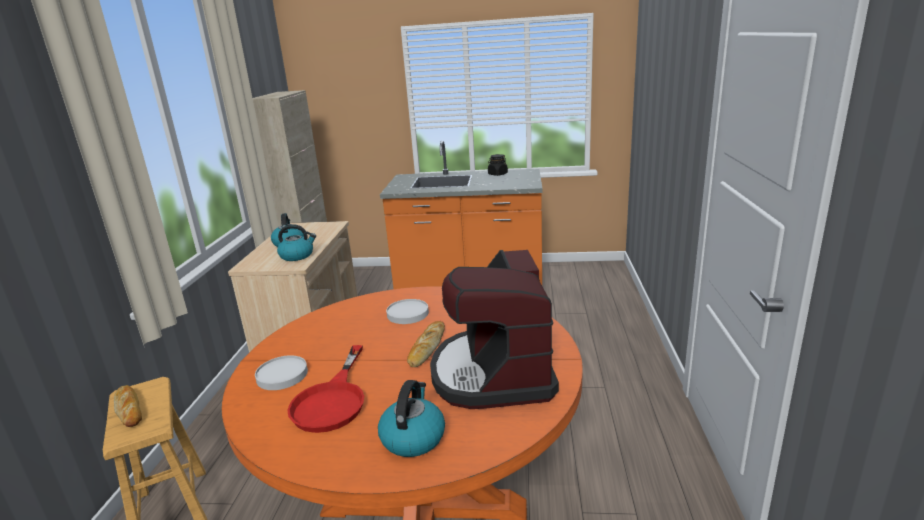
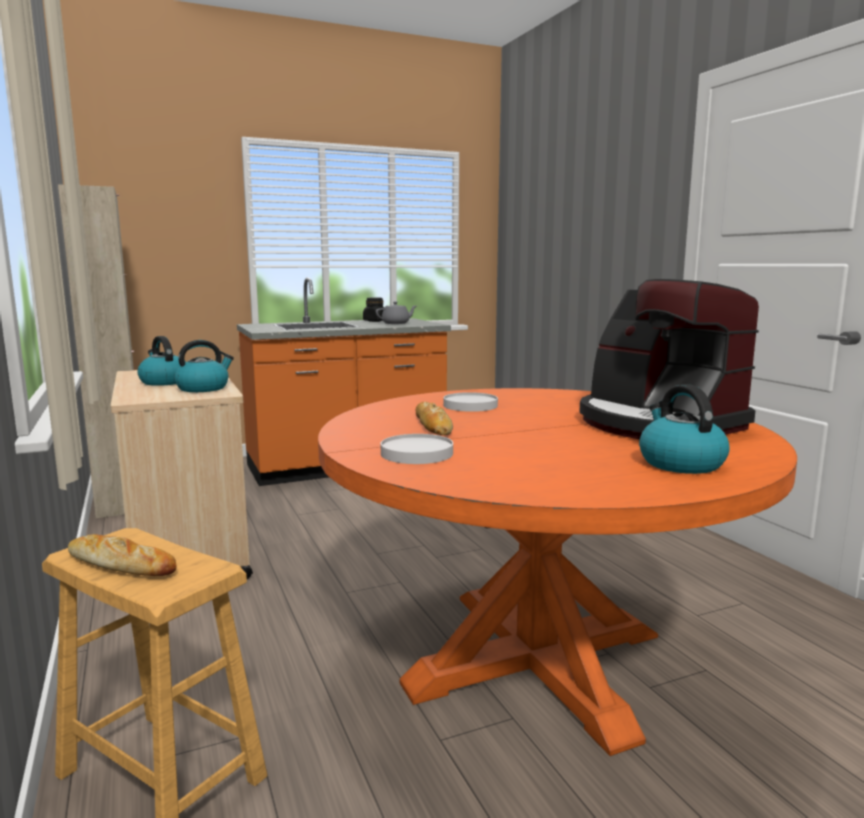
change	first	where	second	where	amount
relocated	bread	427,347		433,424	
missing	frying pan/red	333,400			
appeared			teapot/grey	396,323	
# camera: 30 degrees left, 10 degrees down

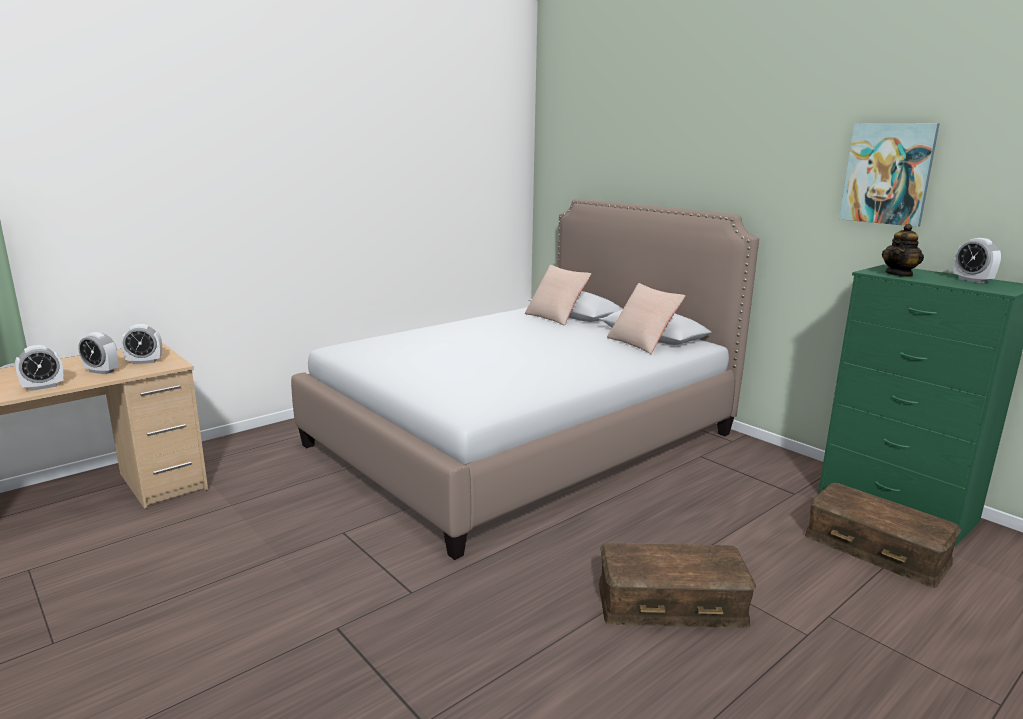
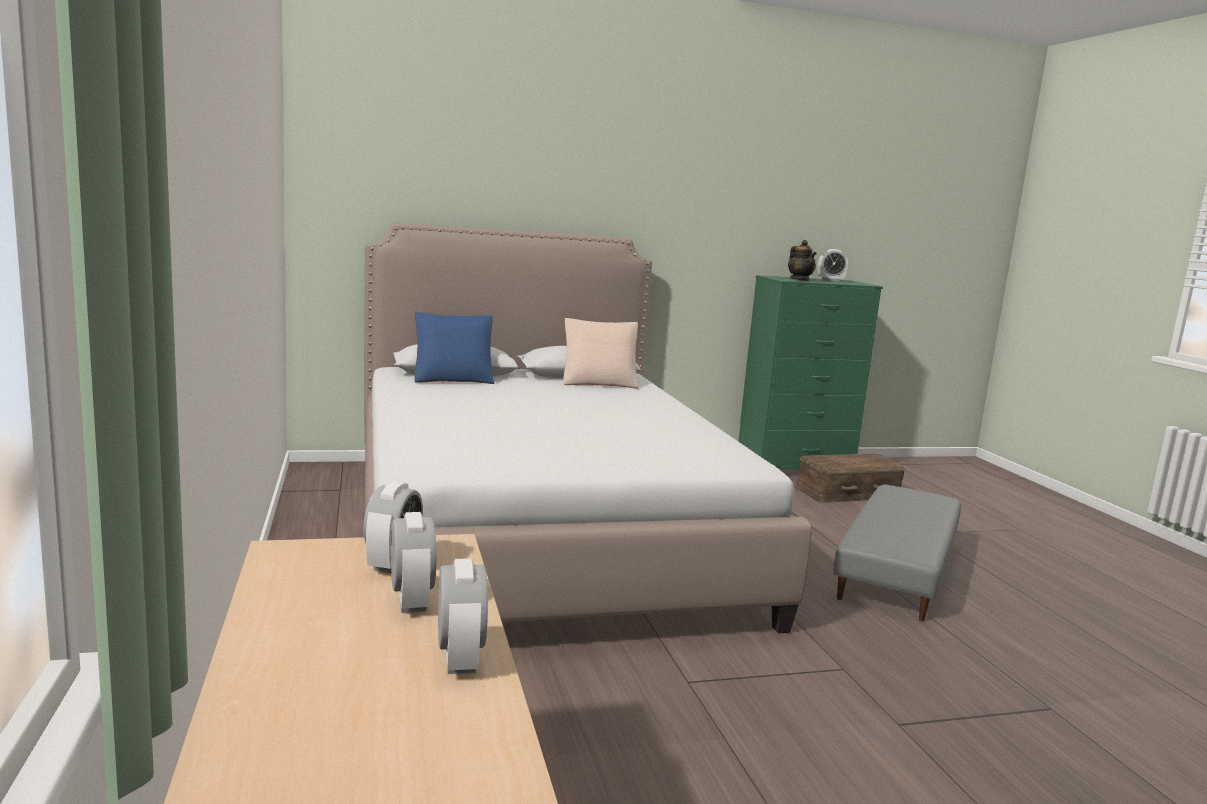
change	first	where	second	where	amount
missing	picture	887,174			
colour	pillow/beige	556,317	pillow/blue	453,378	
spun	alarm clock	101,371		411,601	60 degrees counterclockwise
exchanged	storage box/brown	671,602	ottoman/grey	895,569	
# camera: 65 degrees left, 5 degrees down

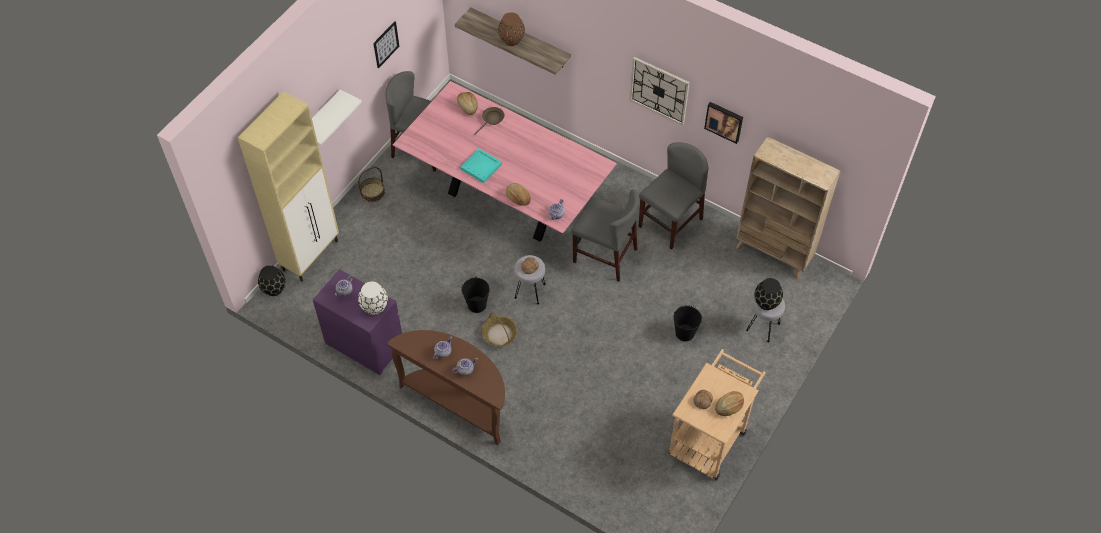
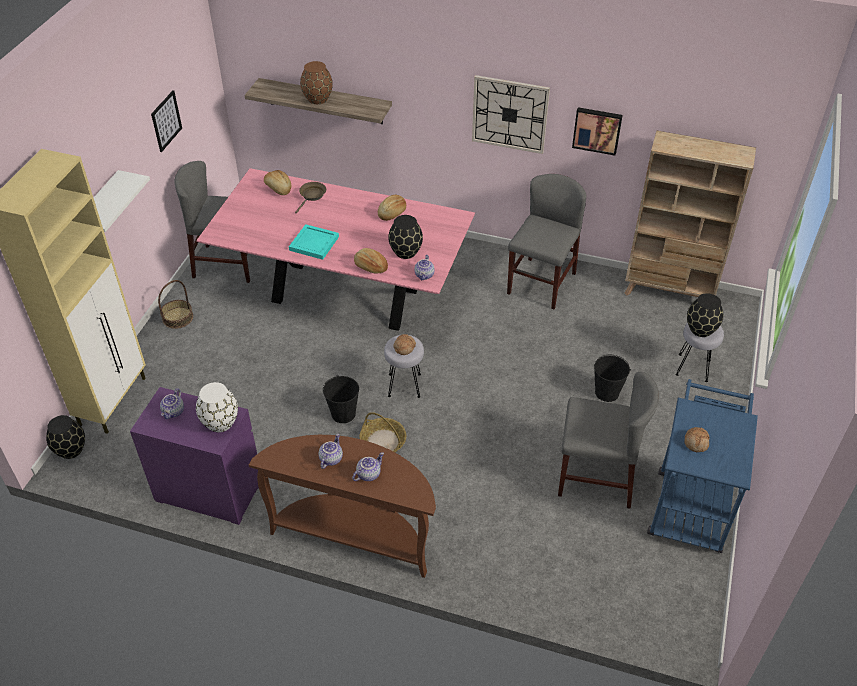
change	first	where	second	where	amount
relocated	chair/grey	605,255		596,477	
colour	cart/beige	710,436	cart/blue	689,503	
relocated	bread	729,406		392,213	
appeared			vase/black	406,252	
# camera: 15 degrees left, 10 degrees down

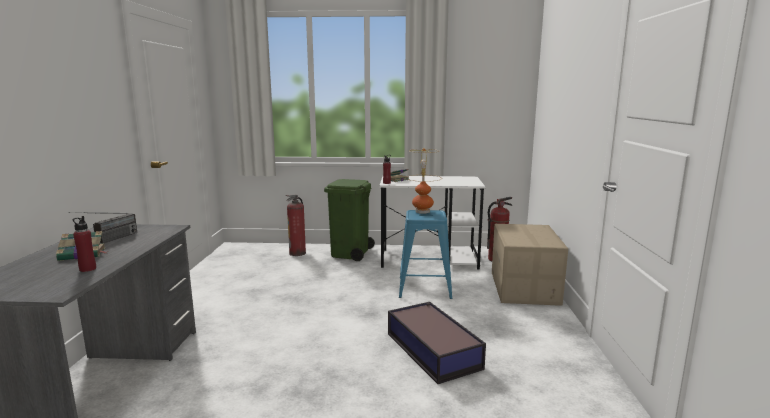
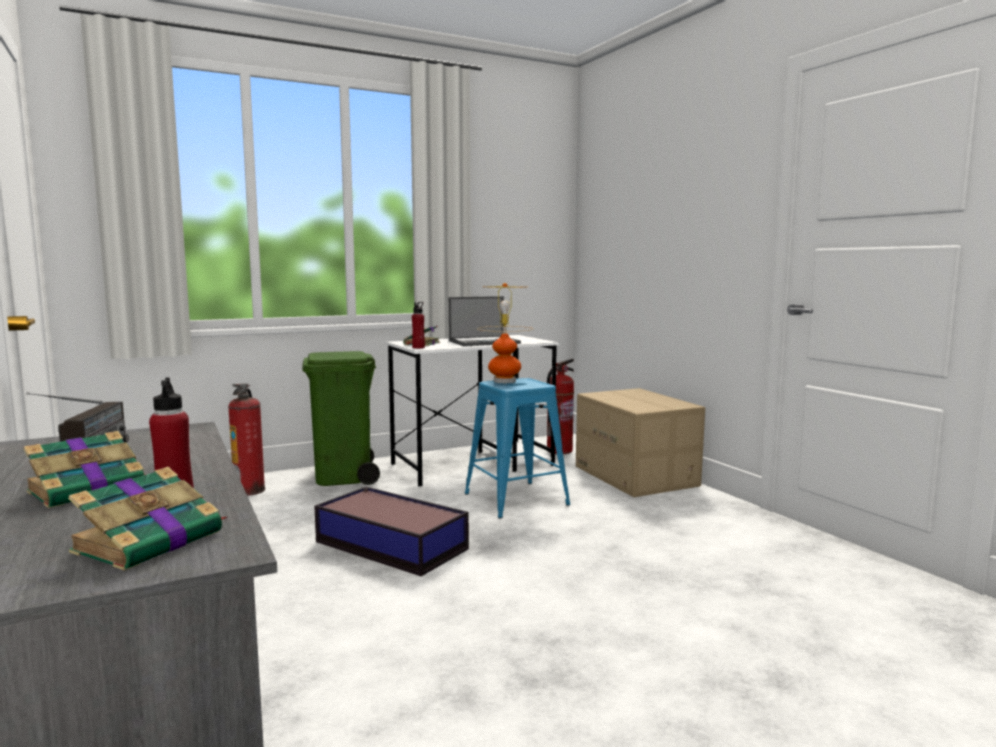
change	first	where	second	where	amount
relocated	storage box	432,350		390,544	
appeared			laptop	484,342	
appeared			book	152,541	
# camera: 30 degrees left, 5 degrees down

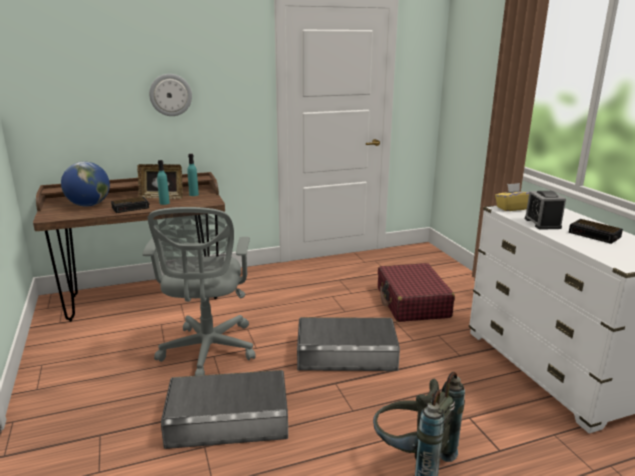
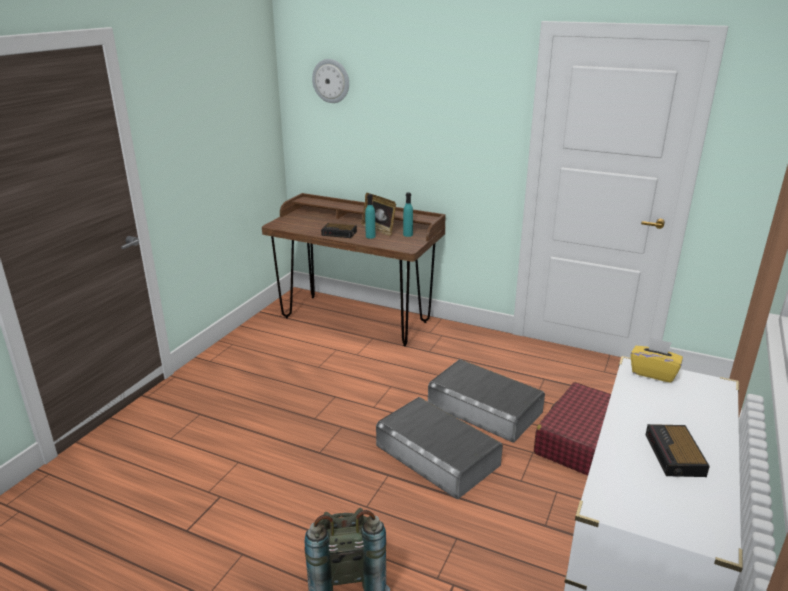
change	first	where	second	where	amount
relocated	wall clock	170,95		331,81	
missing	globe	89,205			
missing	alarm clock	542,223			
missing	office chair/grey	208,352			
relocated	storage box/grey	228,418		484,408	
# camera: 45 degrees right, 5 degrees up

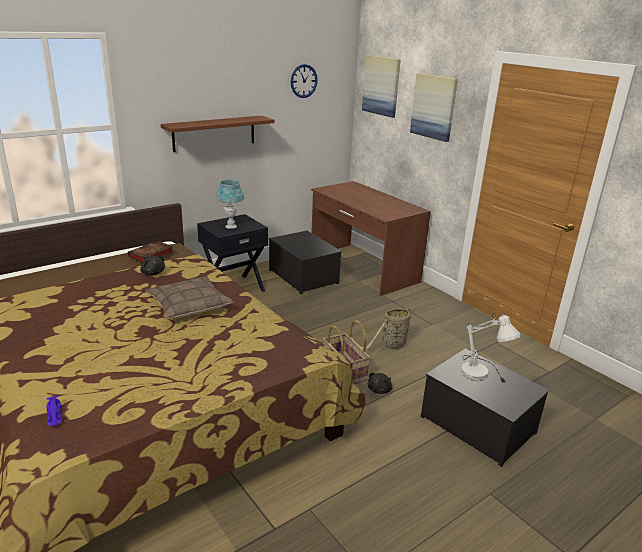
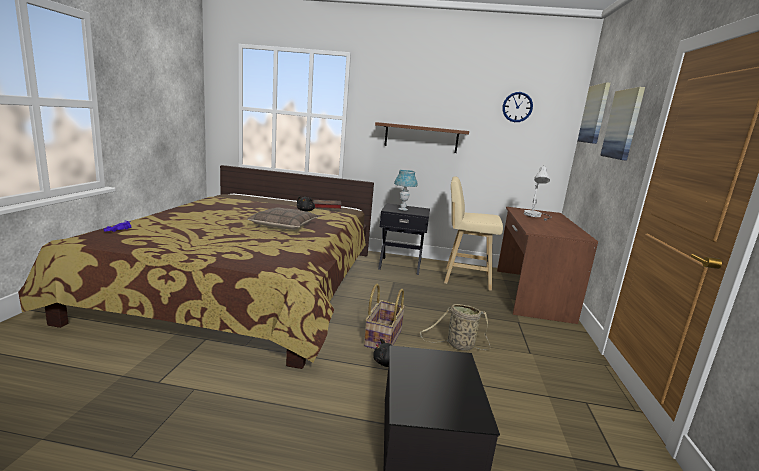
change	first	where	second	where	amount
exchanged	storage box	302,276	stool/beige	464,278	
relocated	table lamp/white	483,374		537,217	
# camera: 45 degrees right, 10 degrees down

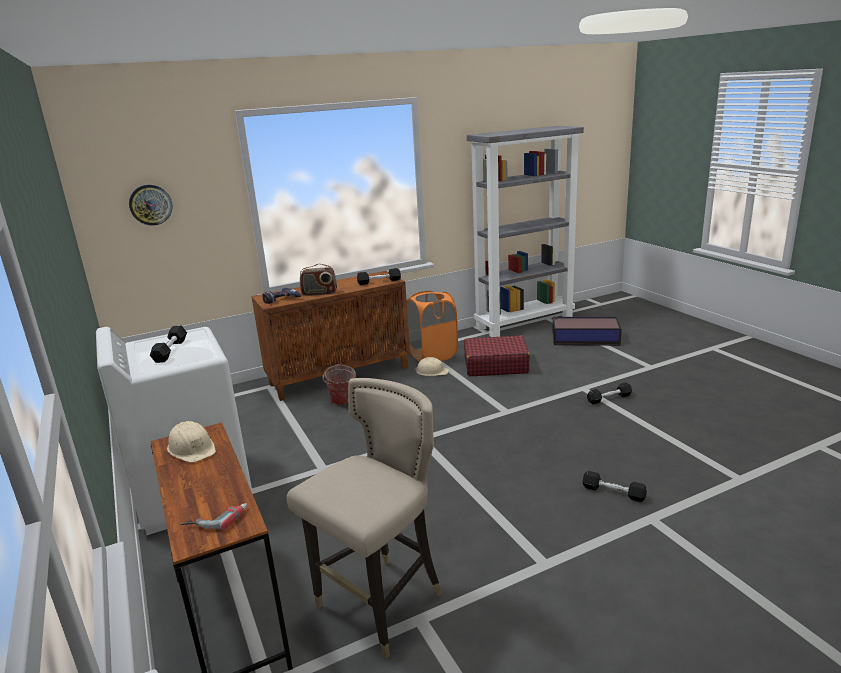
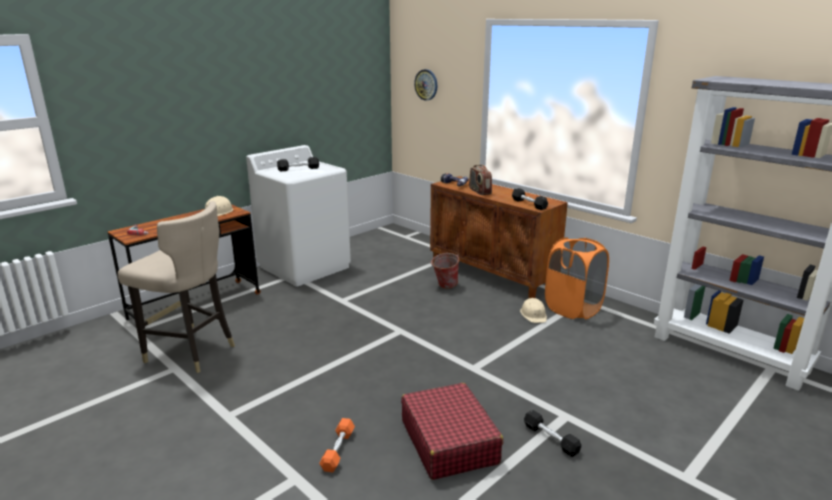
change	first	where	second	where	amount
missing	storage box	584,338			
relocated	suitcase/red	495,365		449,441	
colour	dumbbell/black	613,492	dumbbell/orange	338,450	
# camera: 70 degrees right, 0 degrees up

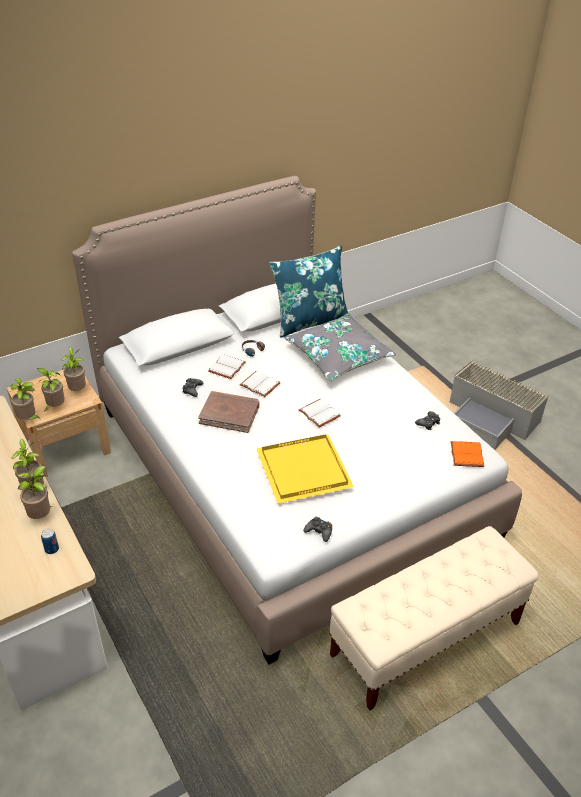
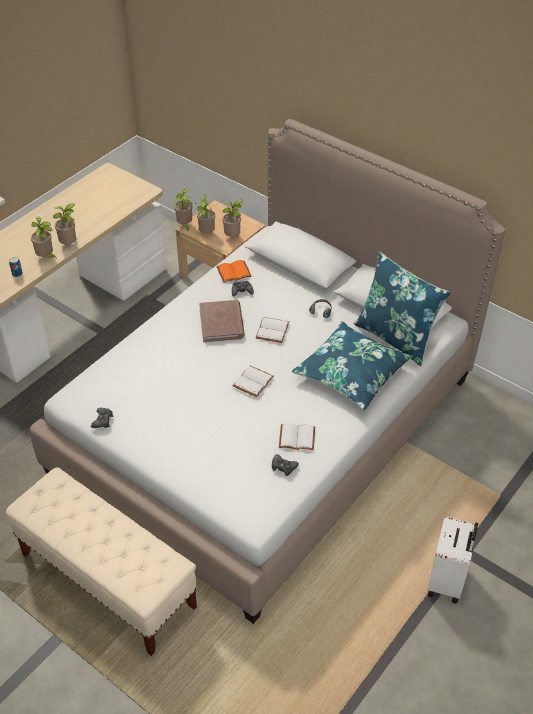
change	first	where	second	where	amount
colour	pillow/grey	338,356	pillow/blue	351,373	
relocated	book/white	227,368		296,439	
exchanged	storage box/grey	491,418	suitcase/white	447,581	
missing	tray/yellow	304,468			
relocated	book/orange	465,454		234,271	
# camera: 70 degrees right, 5 degrees up

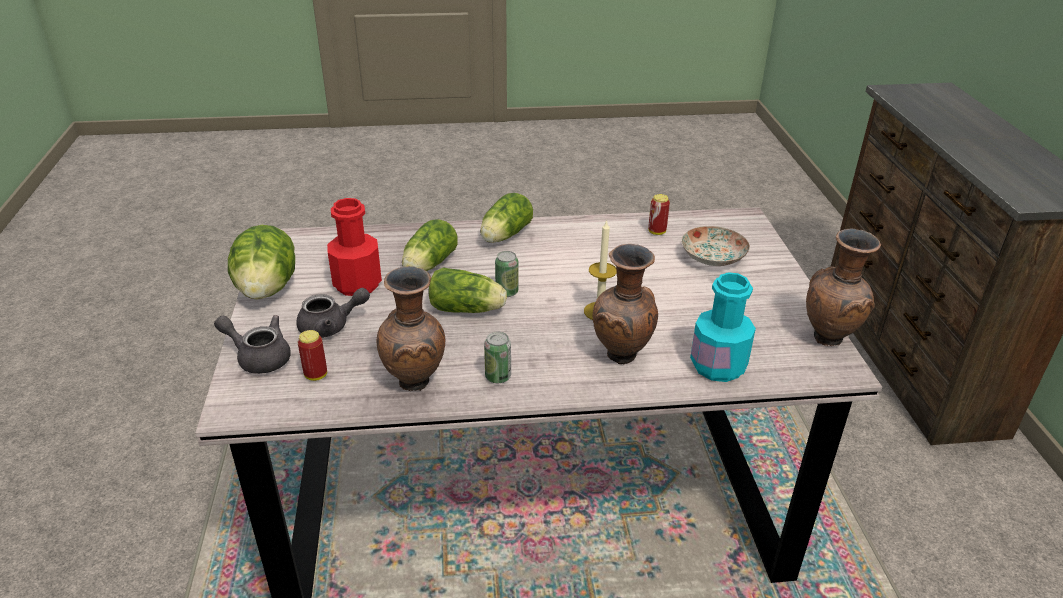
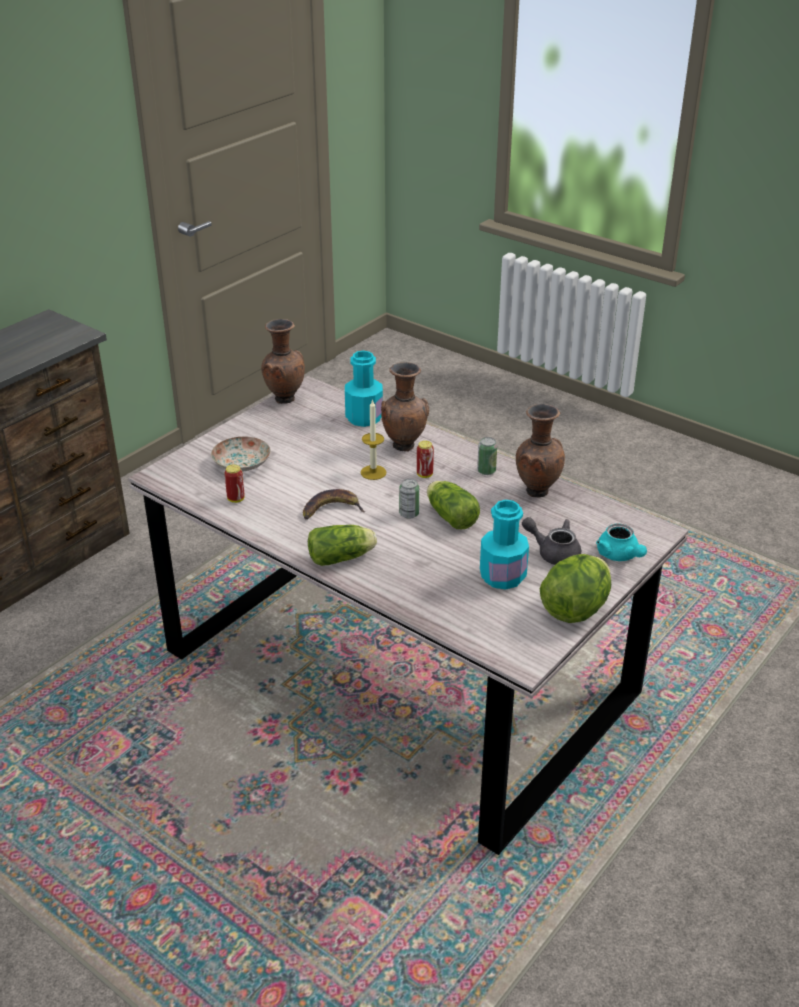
change	first	where	second	where	amount
colour	bottle/red	357,284	bottle/turquoise	502,576	
missing	lettuce	428,265			
colour	teapot/grey	259,357	teapot/turquoise	619,556	
relocated	can	316,375		424,475	
appeared			banana	331,509	
# camera: 135 degrees left, 0 degrees up

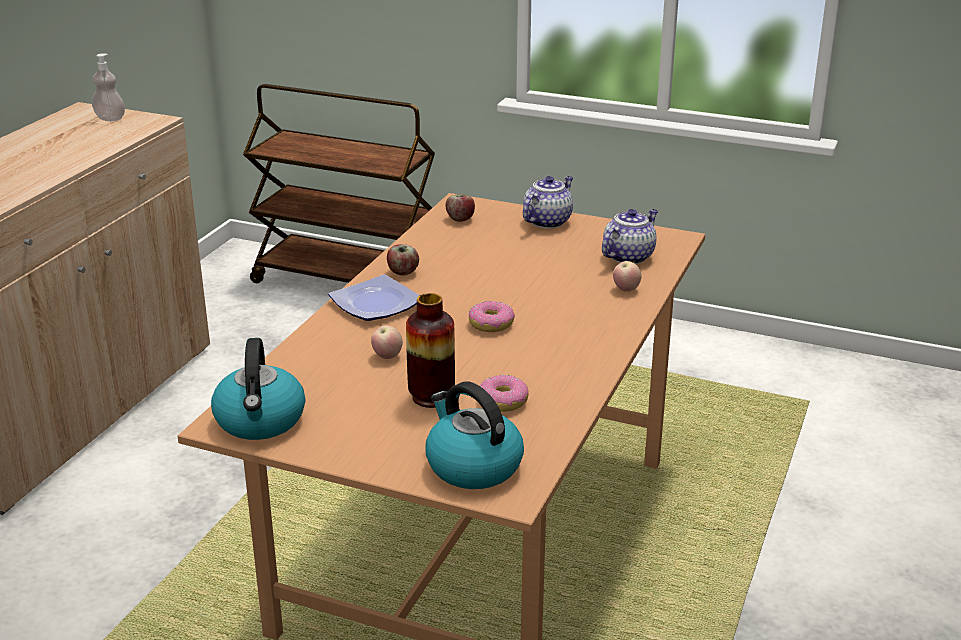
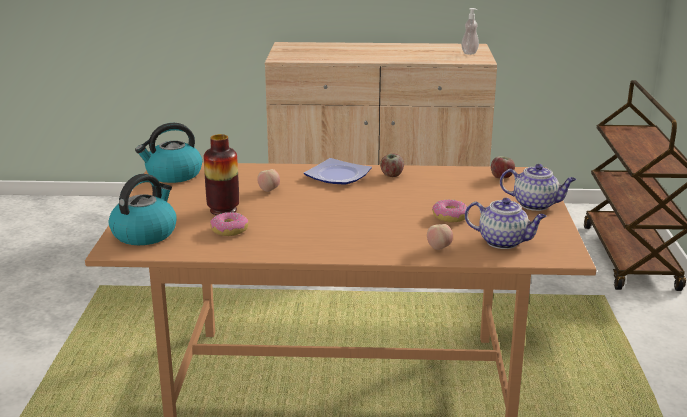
change	first	where	second	where	amount
relocated	donut	491,324		450,217	
# camera: 70 degrees right, 5 degrees down

